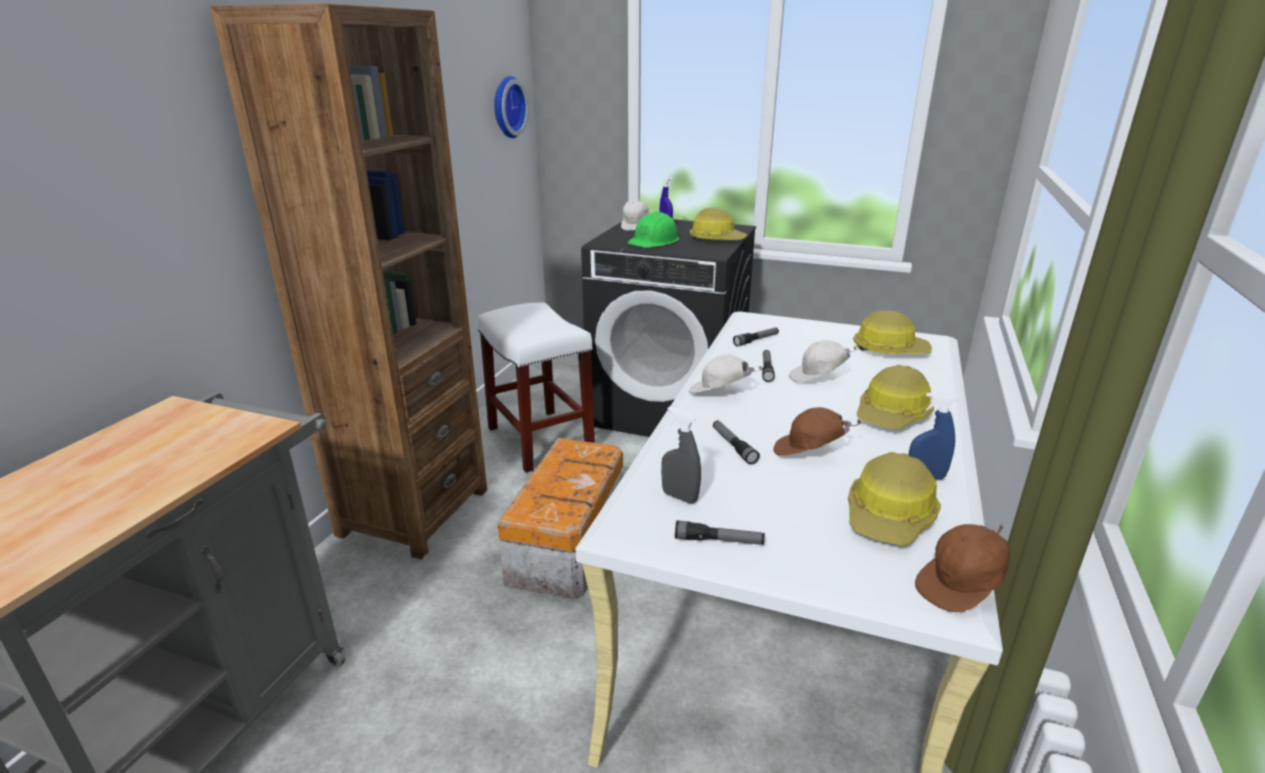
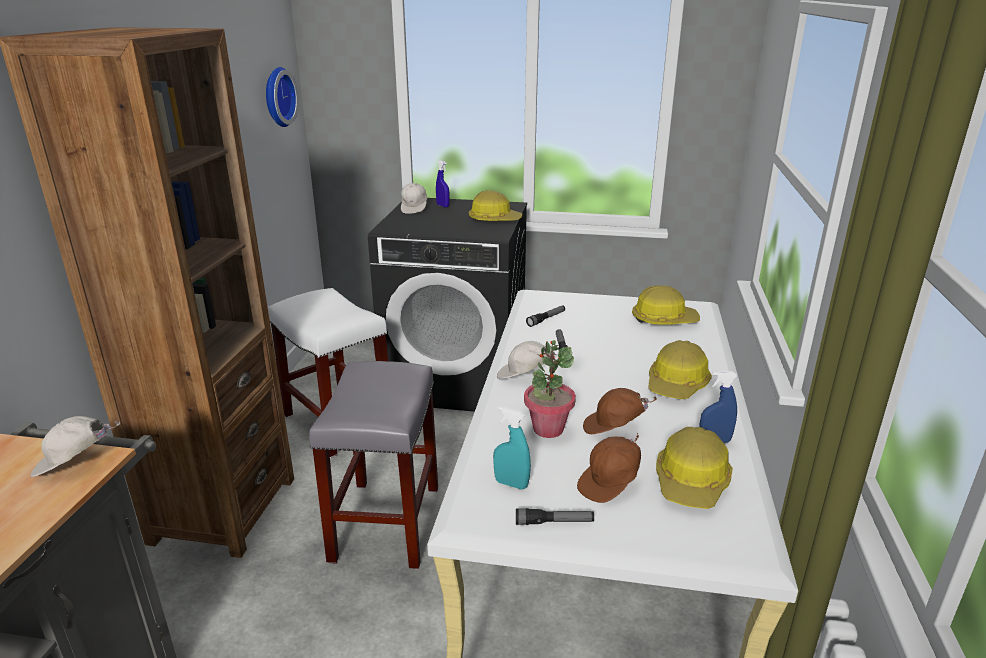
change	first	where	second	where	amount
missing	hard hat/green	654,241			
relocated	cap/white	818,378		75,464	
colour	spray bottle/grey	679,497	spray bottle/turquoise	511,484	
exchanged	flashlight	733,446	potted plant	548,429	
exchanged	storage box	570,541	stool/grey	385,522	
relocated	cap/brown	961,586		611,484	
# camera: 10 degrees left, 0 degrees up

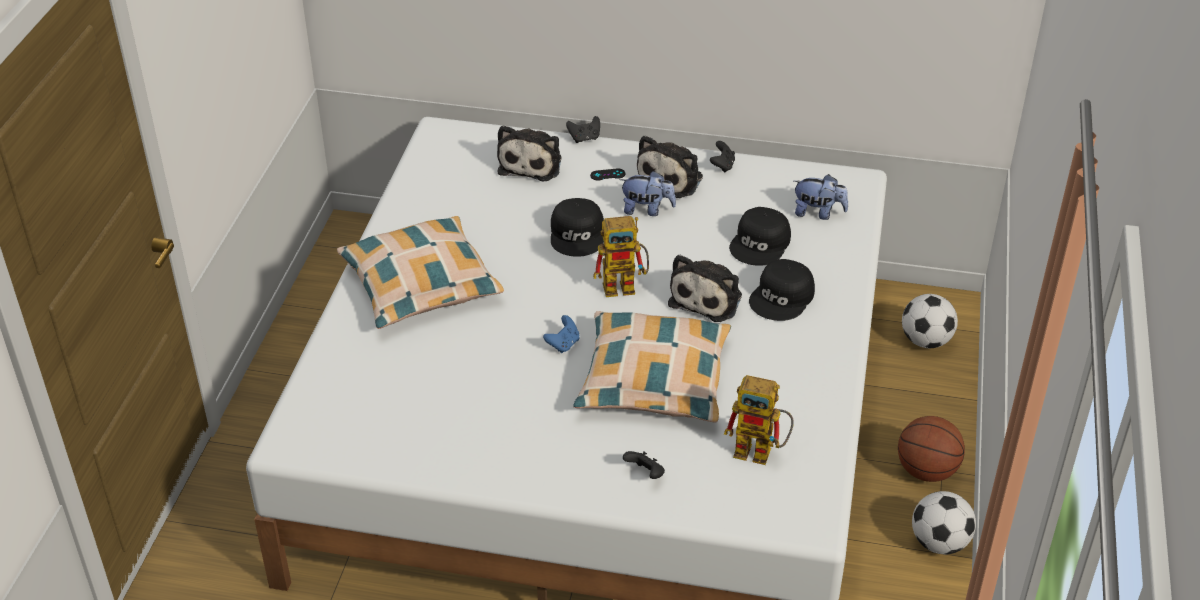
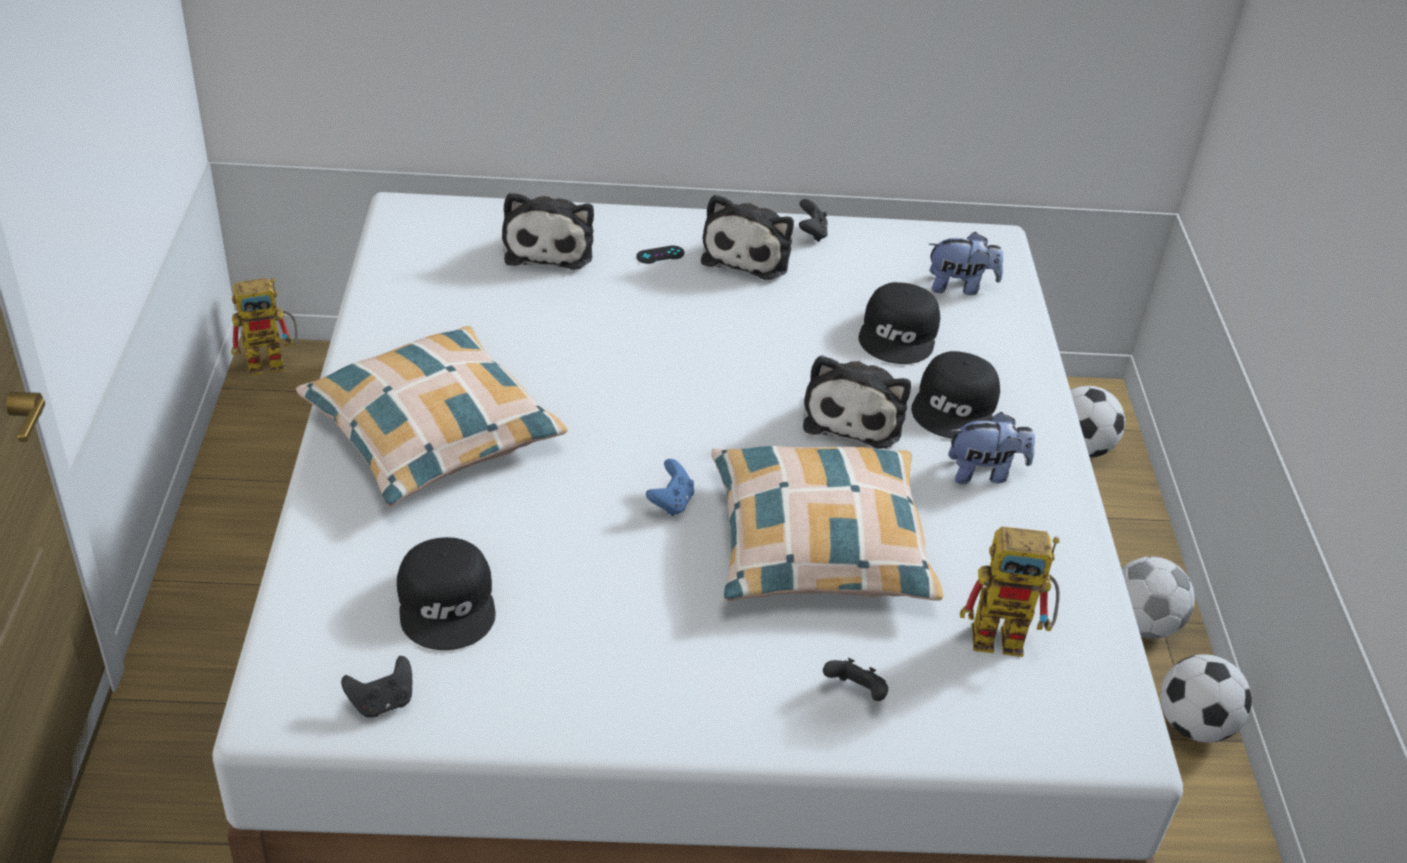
change	first	where	second	where	amount
relocated	game controller/black	584,138		382,702	
relocated	plush toy	647,210		984,473	
relocated	cap/black	578,234		448,602	
relocated	toy robot	626,285		273,361	
exchanged	basketball	926,471	football	1141,624	
# camera: 15 degrees left, 0 degrees up

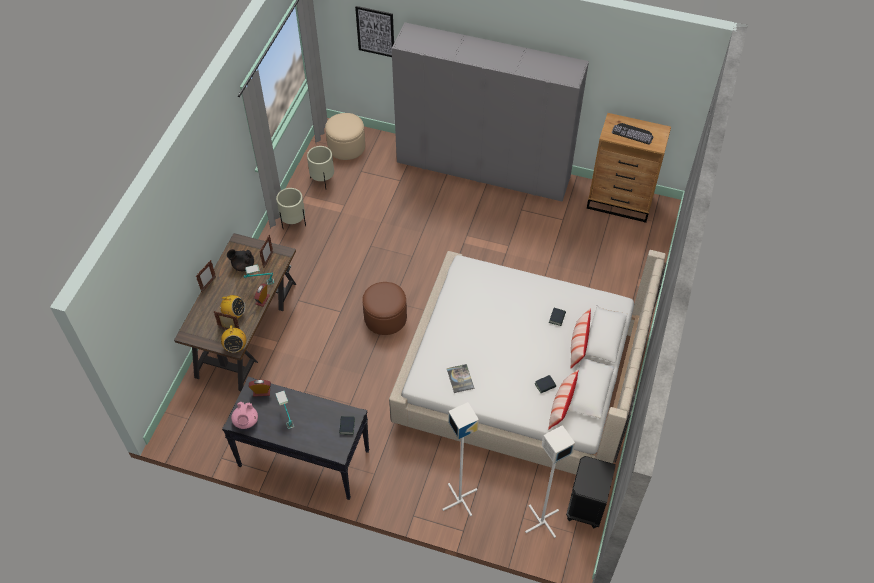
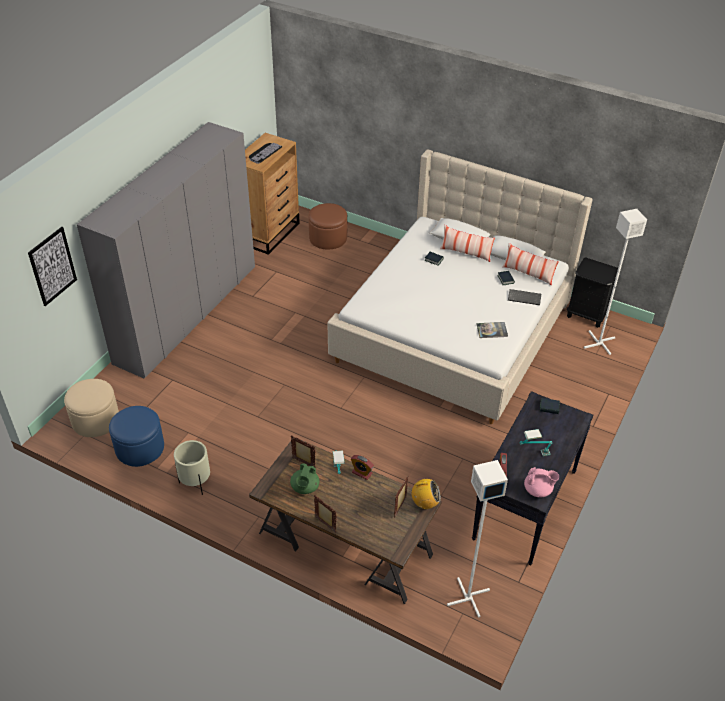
change	first	where	second	where	amount
exchanged	planter/beige	323,180	ottoman/blue	140,448	
colour	teapot/black	243,265	teapot/green	305,488	
relocated	ottoman/brown	385,317		328,238	
missing	radio	234,314			
relocated	floor lamp/white	460,499		467,597	
appeared			keyboard	525,297	
# camera: 80 degrees left, 10 degrees down

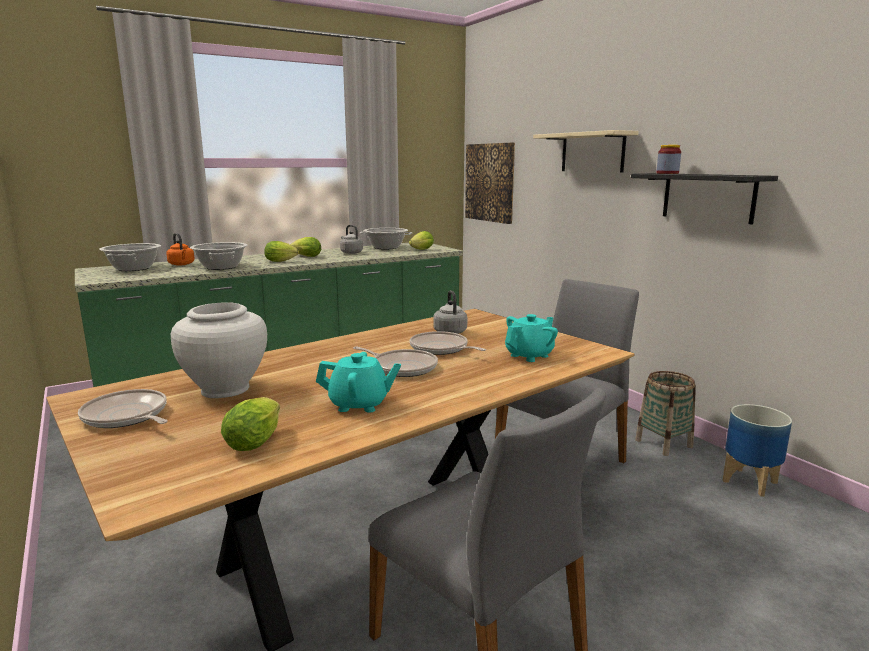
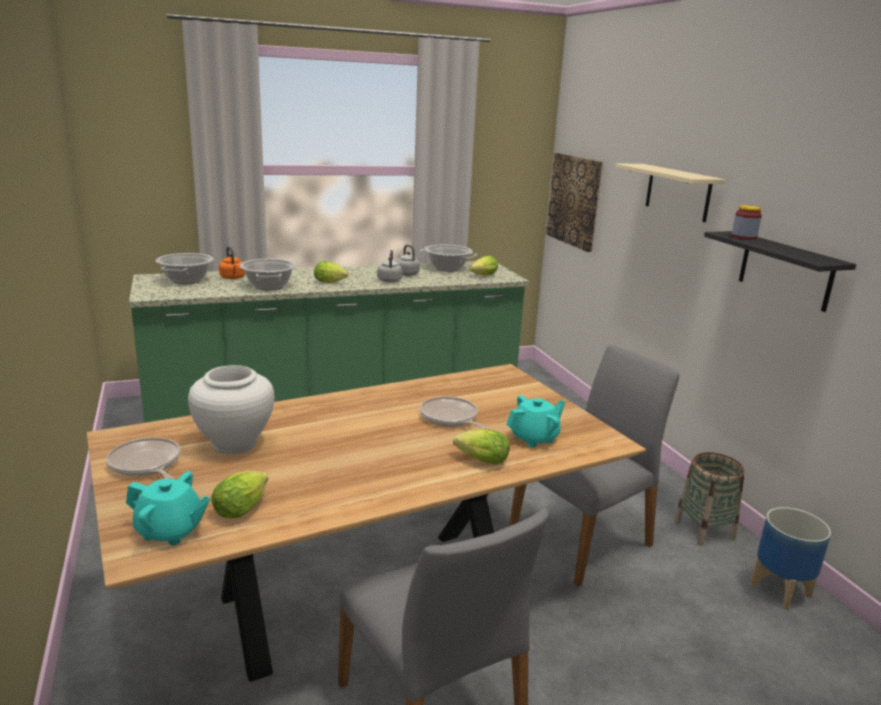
change	first	where	second	where	amount
relocated	lettuce	305,256		479,460	
relocated	kettle/grey	449,331		389,280	
missing	frying pan	402,367			
relocated	teapot/turquoise	359,404		170,531	
# camera: 10 degrees right, 5 degrees up

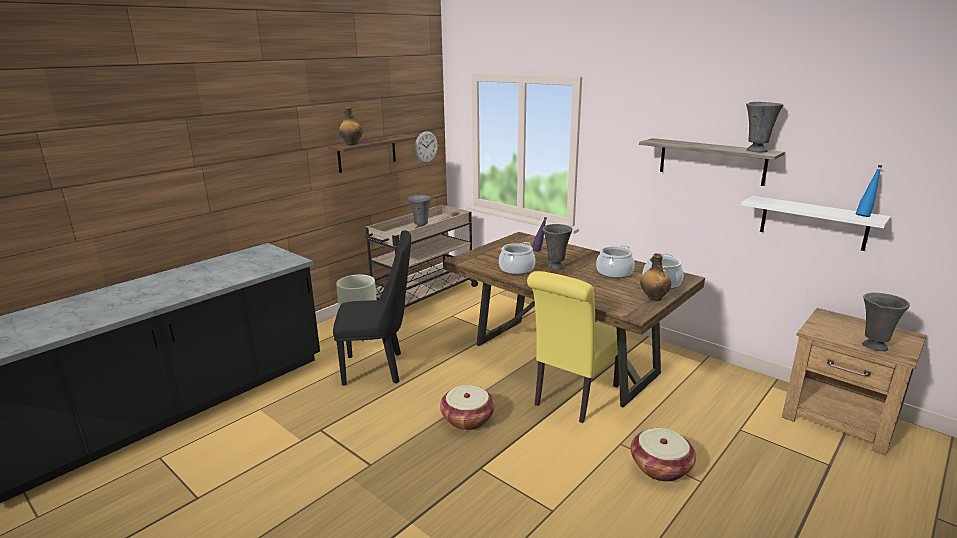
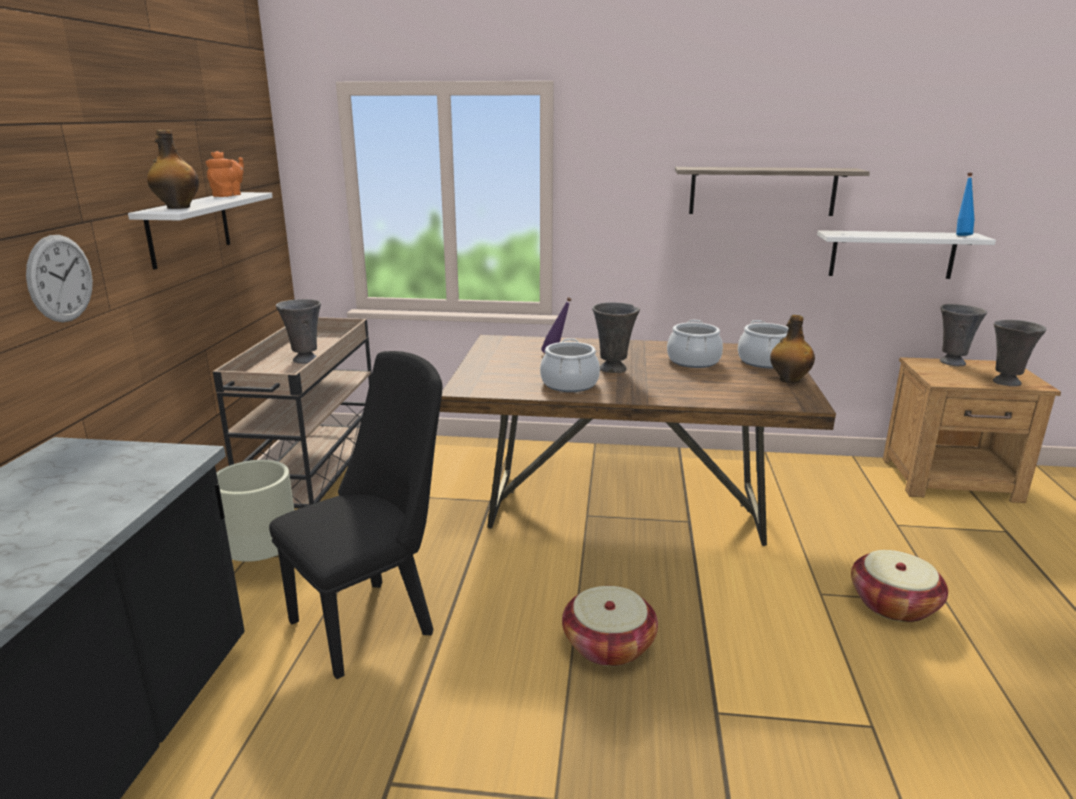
change	first	where	second	where	amount
relocated	vase/grey	756,151		951,362	
relocated	wall clock	426,147		60,278	
colour	shelf/brown	367,153	shelf/white	189,228	
missing	chair/yellow	573,397			
appeared			teapot/orange	229,196	
# camera: 35 degrees left, 0 degrees up

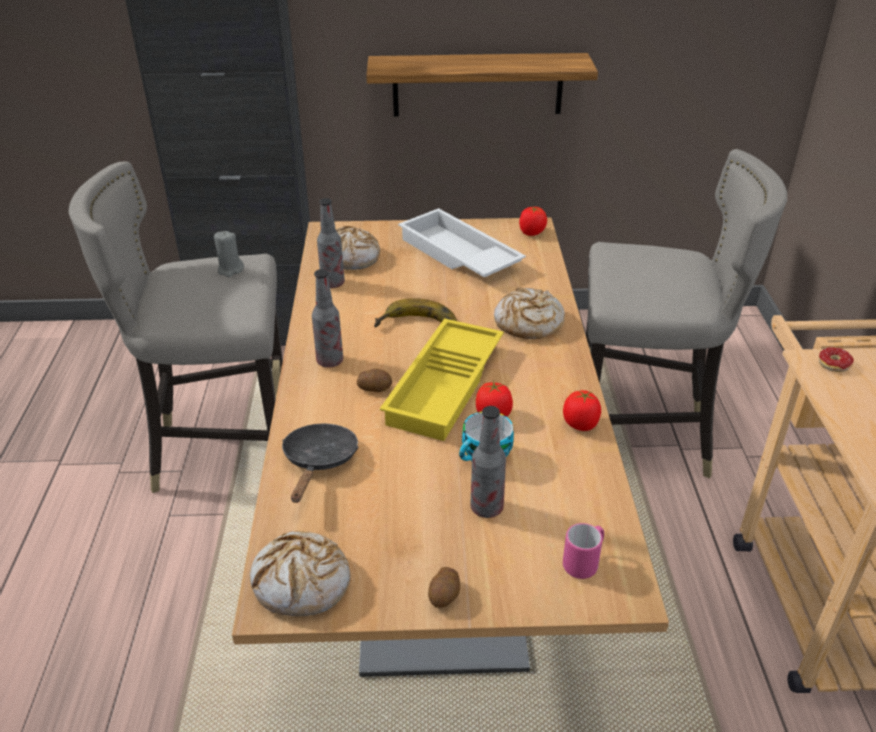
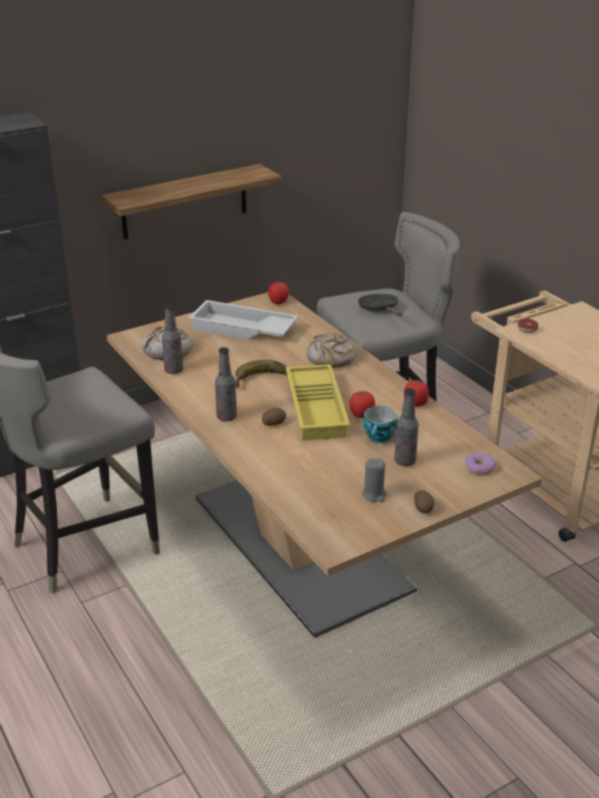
change	first	where	second	where	amount
relocated	candle/grey	230,270		374,495	
relocated	frying pan/black	319,462		380,309	
exchanged	mug/pink	584,563	donut	479,468	
missing	bread	302,583			
# camera: 30 degrees left, 5 degrees down

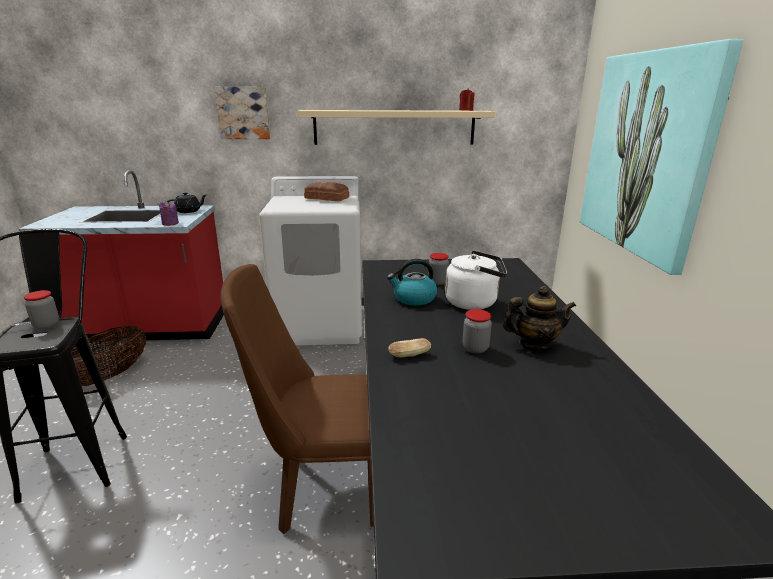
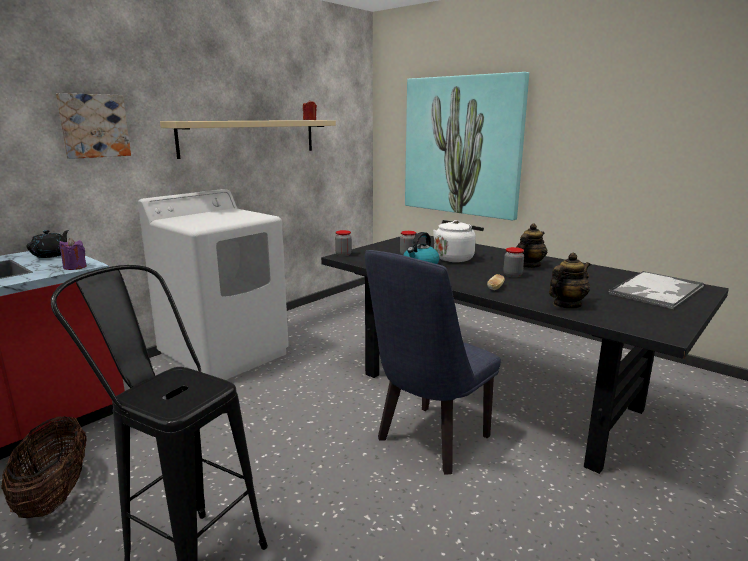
change	first	where	second	where	amount
missing	bread	327,198			
colour	chair/brown	319,490	chair/blue	428,442	
relocated	jar	46,325		343,254	
appeared			teapot	566,305	
appeared			tray	656,291	
# camera: 45 degrees left, 5 degrees down

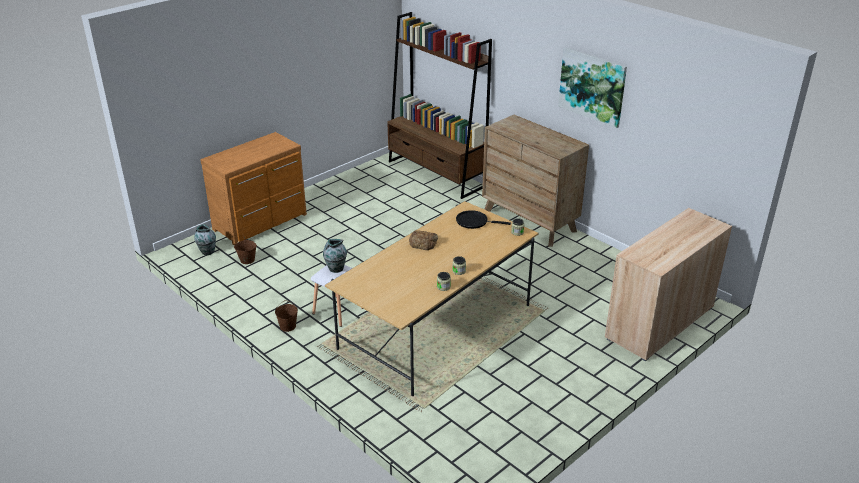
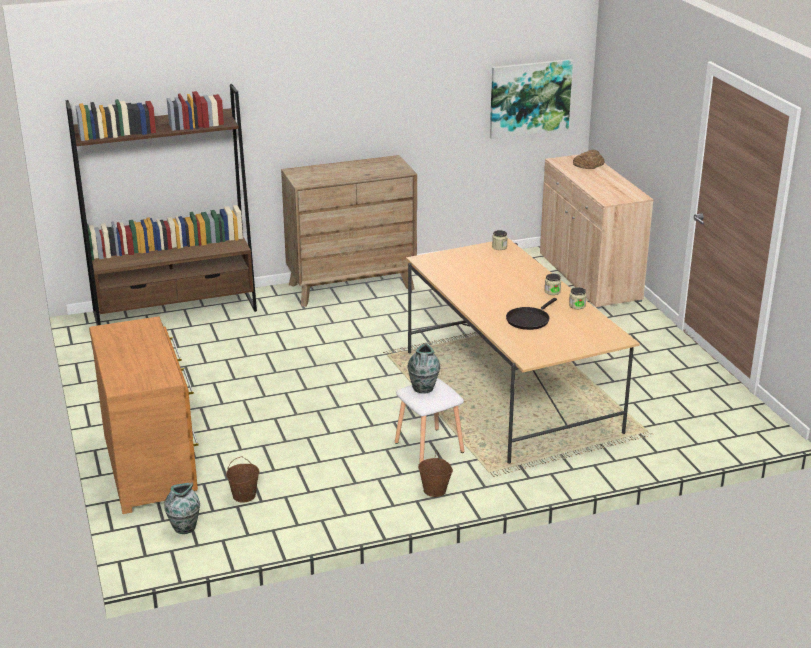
change	first	where	second	where	amount
relocated	picture	592,86		530,98	
relocated	frying pan/black	474,222		529,320	
relocated	bread	423,243		588,163	
# camera: 65 degrees left, 5 degrees down

